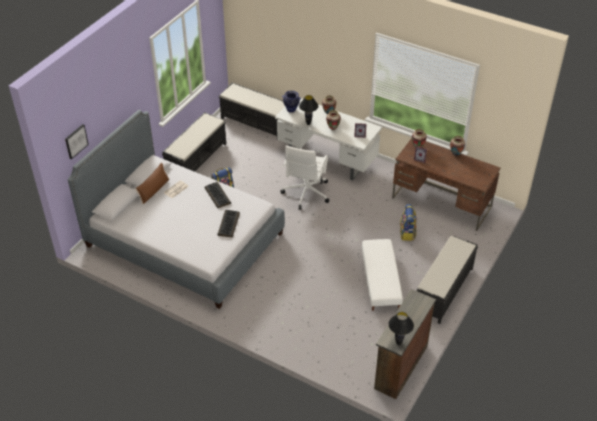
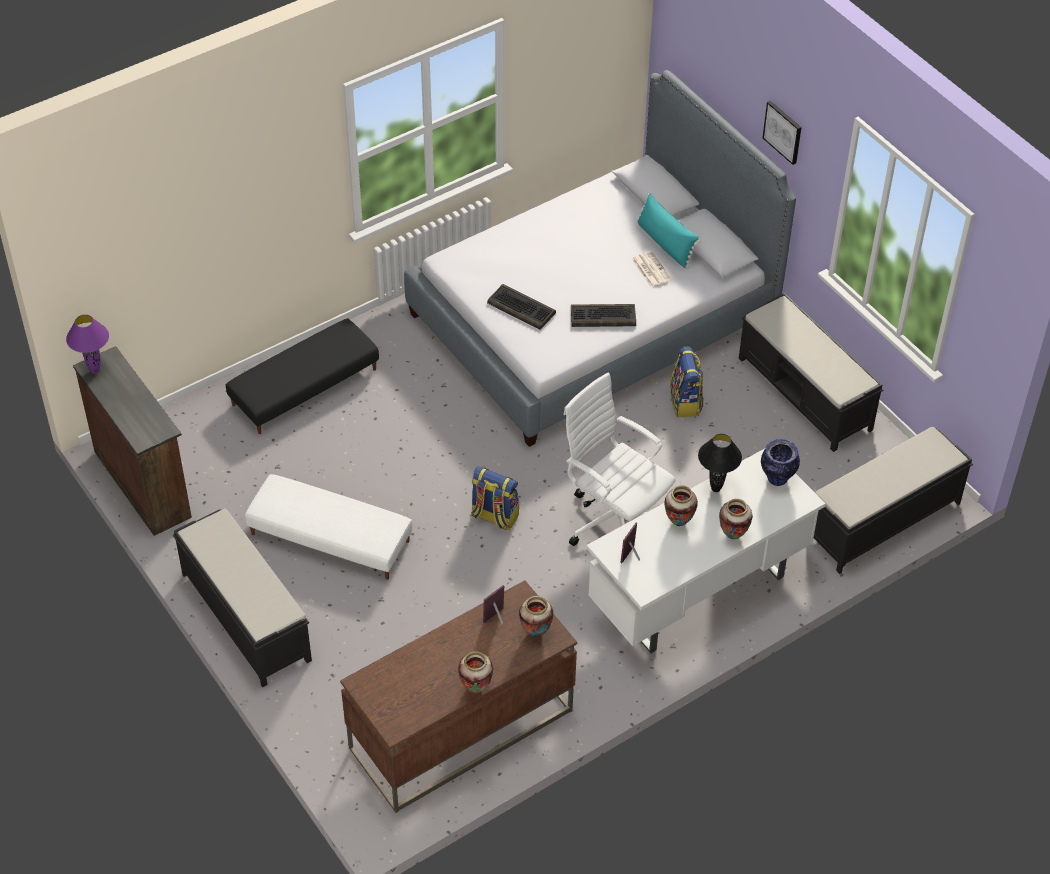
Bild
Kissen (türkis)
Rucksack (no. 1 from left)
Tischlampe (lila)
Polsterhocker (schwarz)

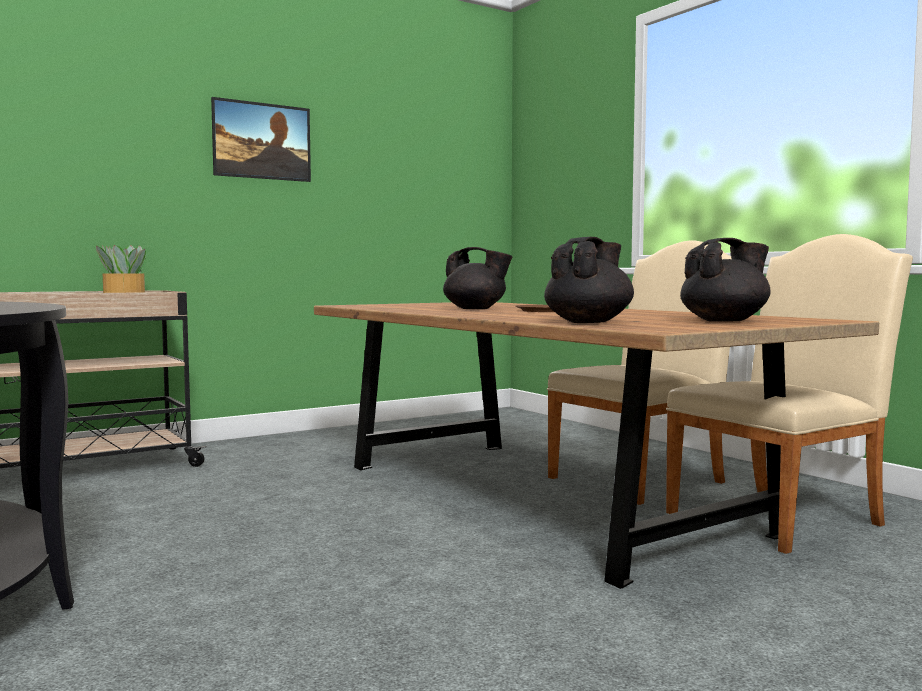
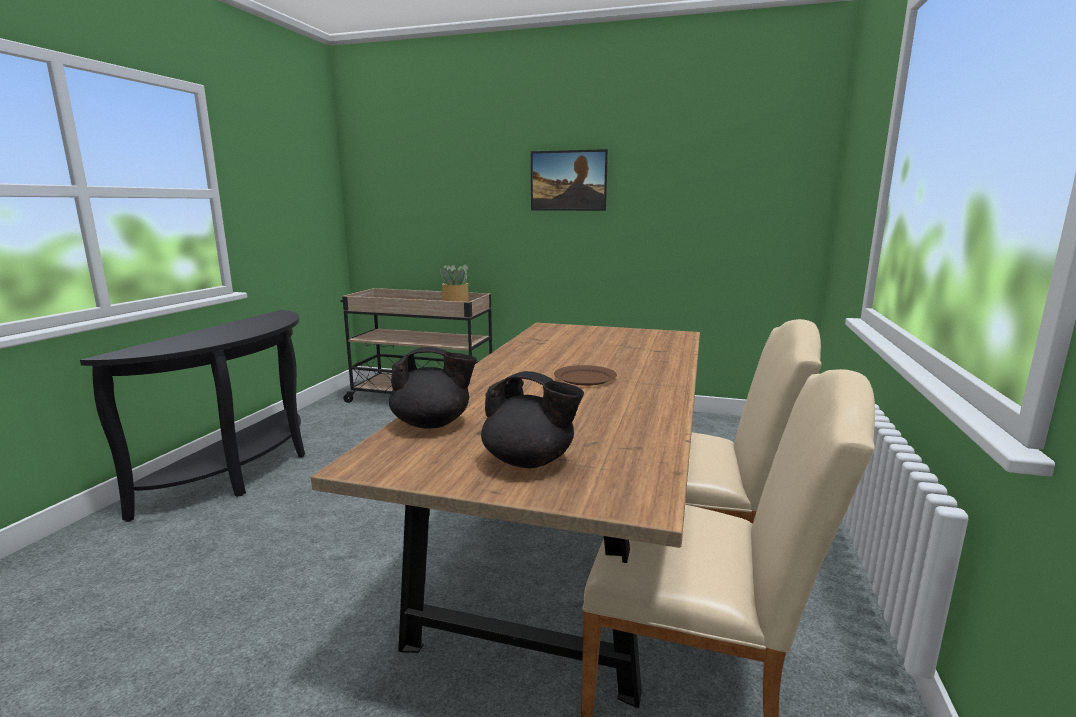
Teekanne (schwarz) (no. 1 from left in the first image)

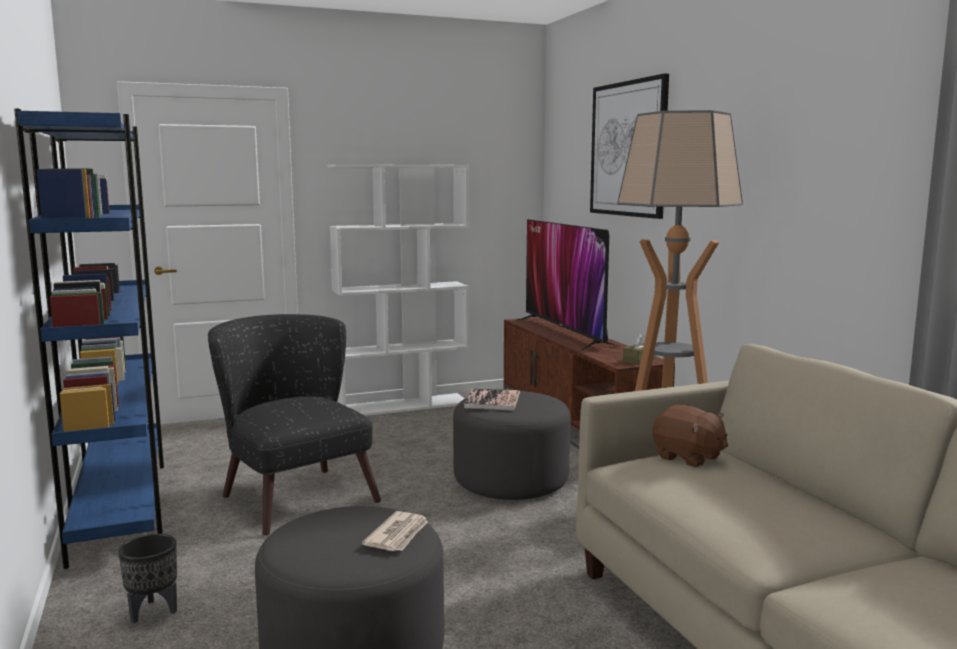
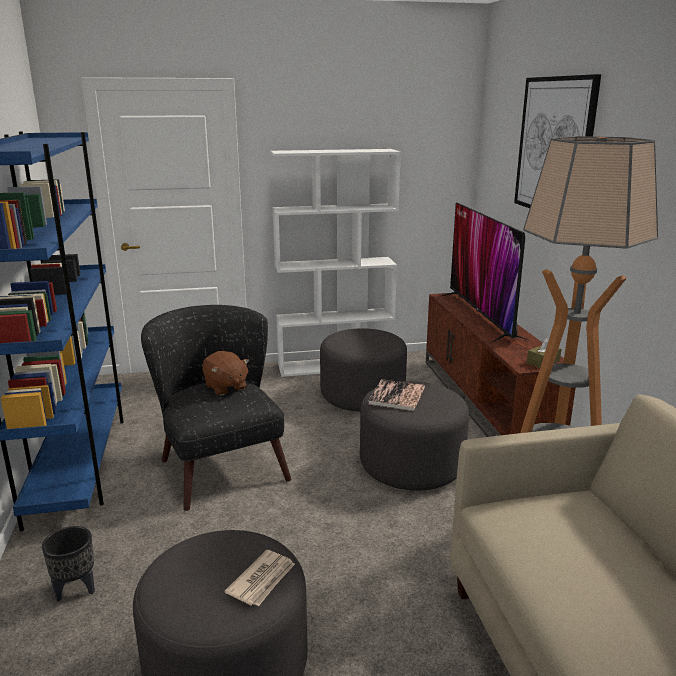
Plüschtier (braun)
Polsterhocker (grau) (no. 2 from left)

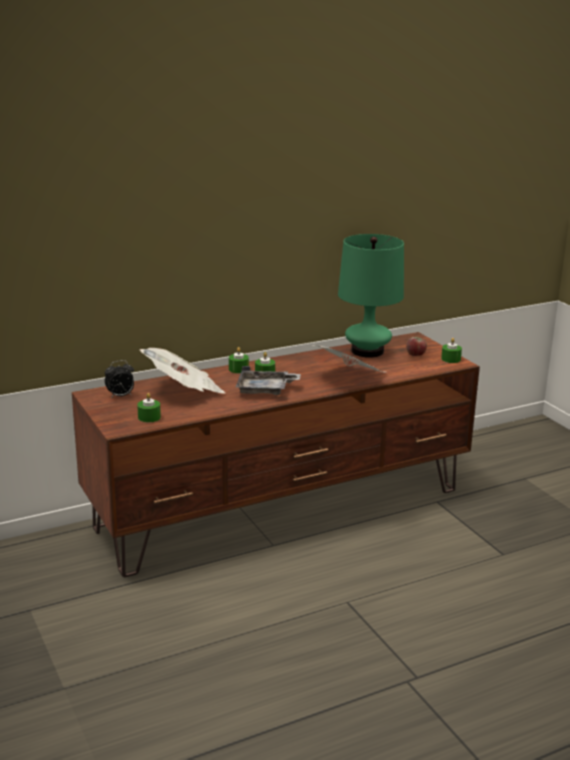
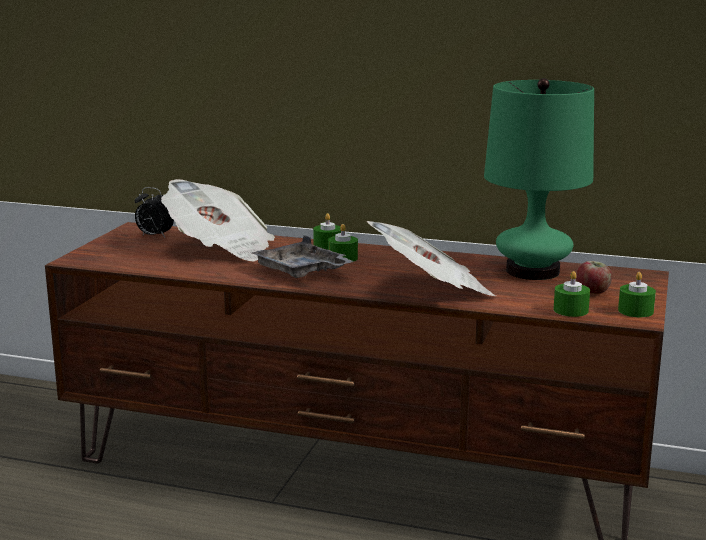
Kerze (grün) (no. 3 from left)

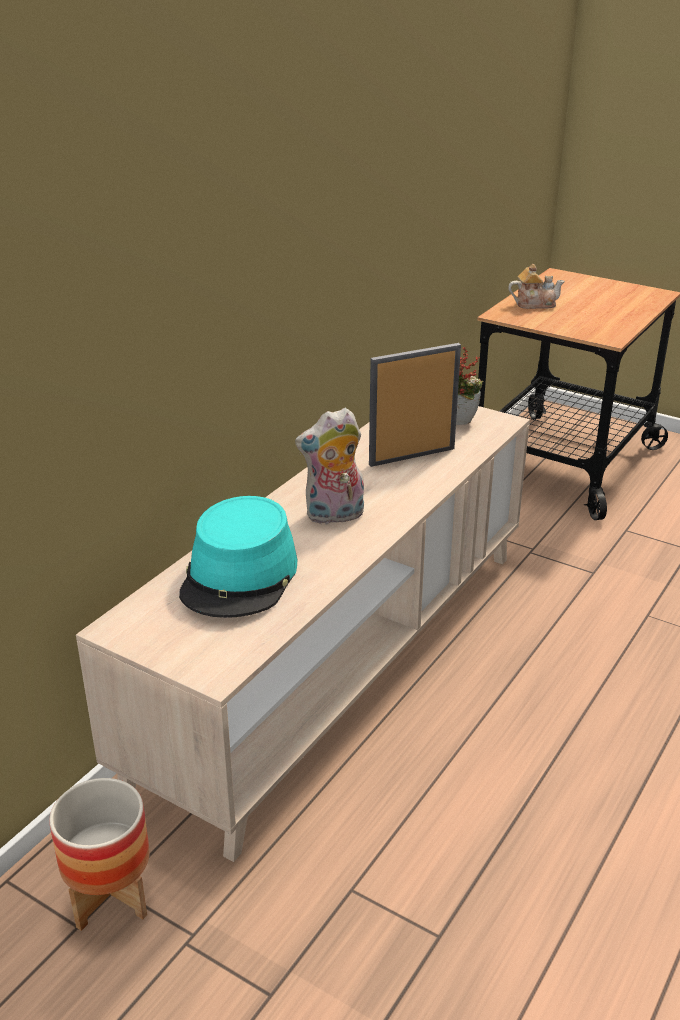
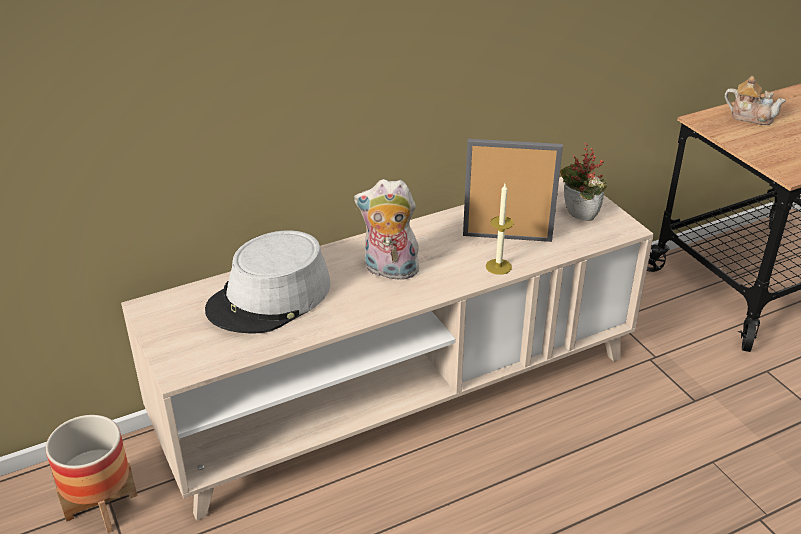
Hut (grau)
Kerze

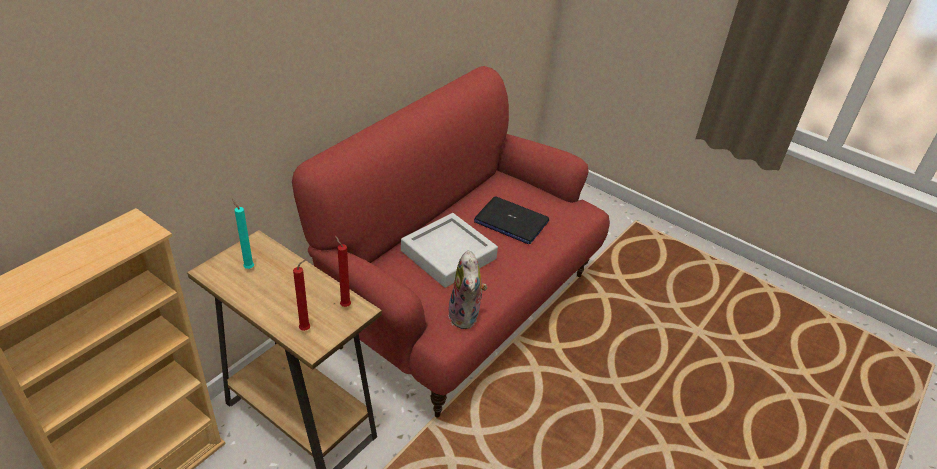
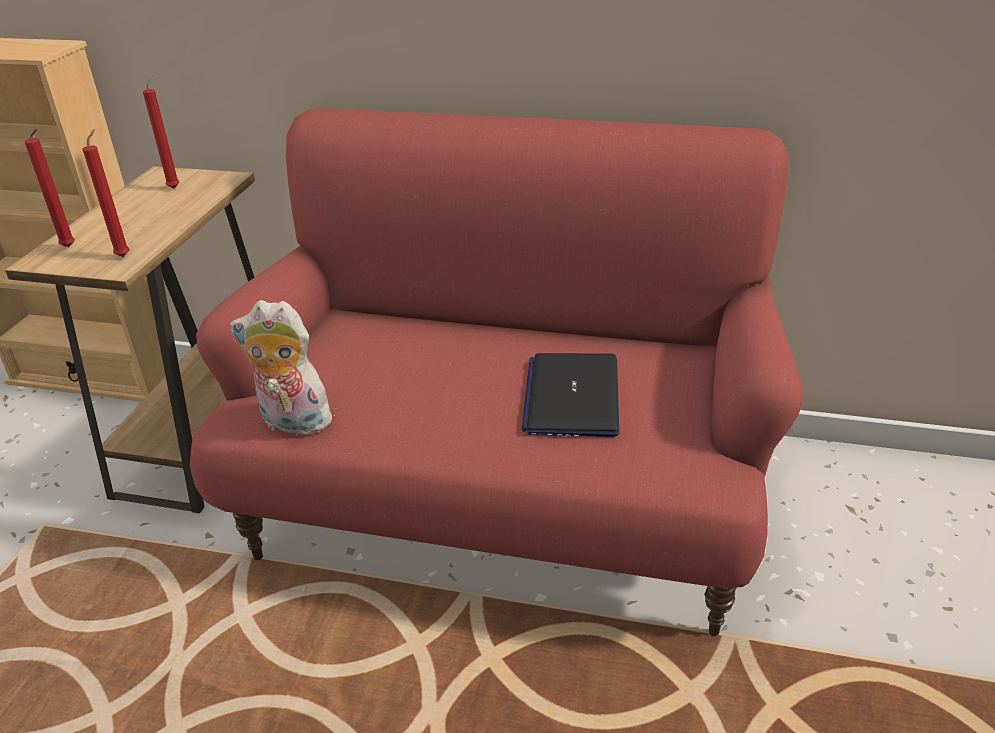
Kerze (rot) (no. 3 from left)
Tablett (grau)
Plüschtier

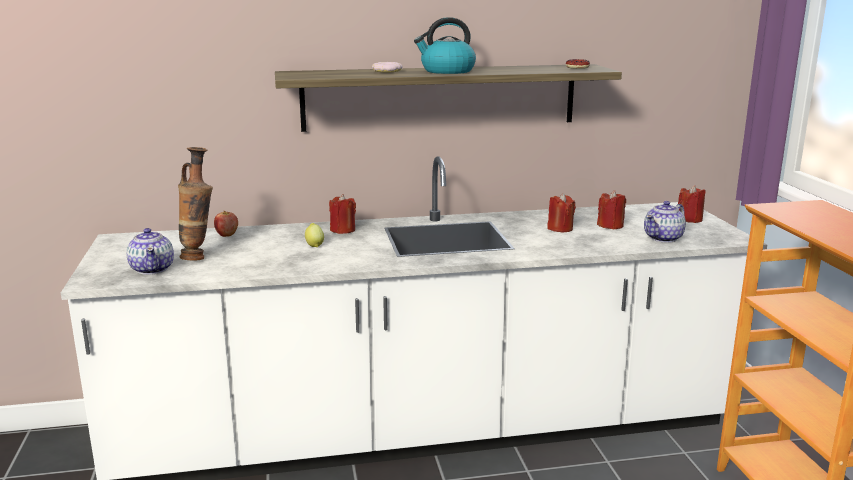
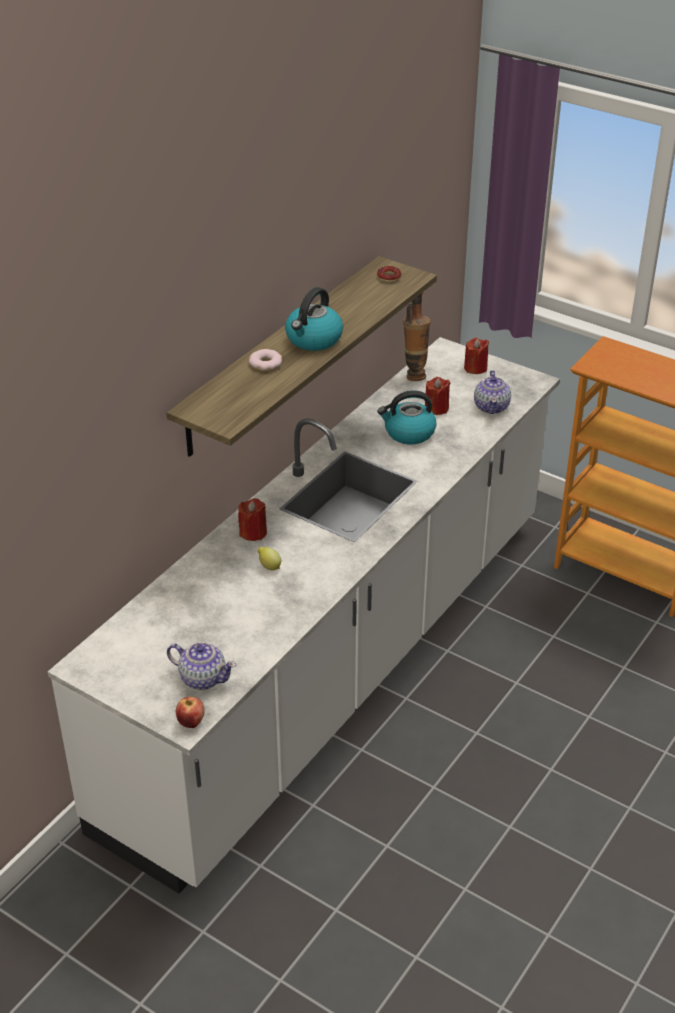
Vase
Wasserkessel (no. 2 from left)
Apfel

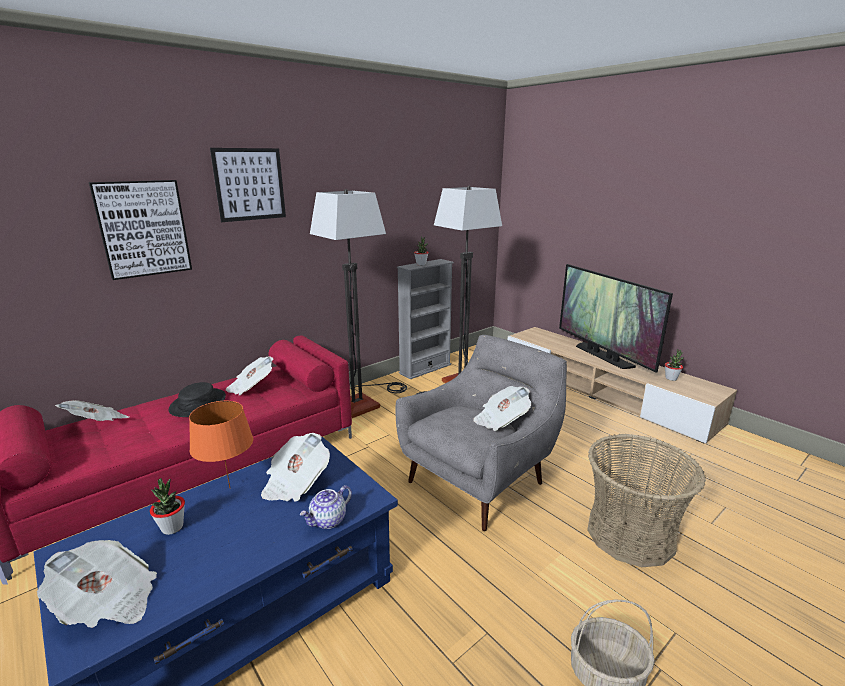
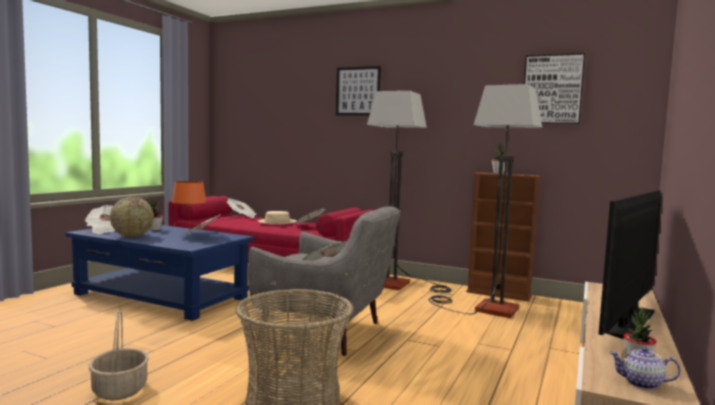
Bild (no. 2 from left)
Bücherregal (braun)
Hut (beige)
Teekanne
Globus

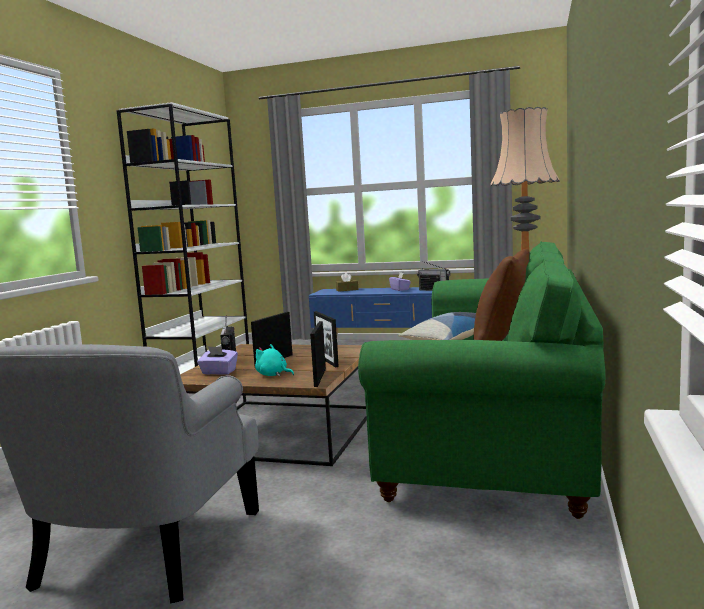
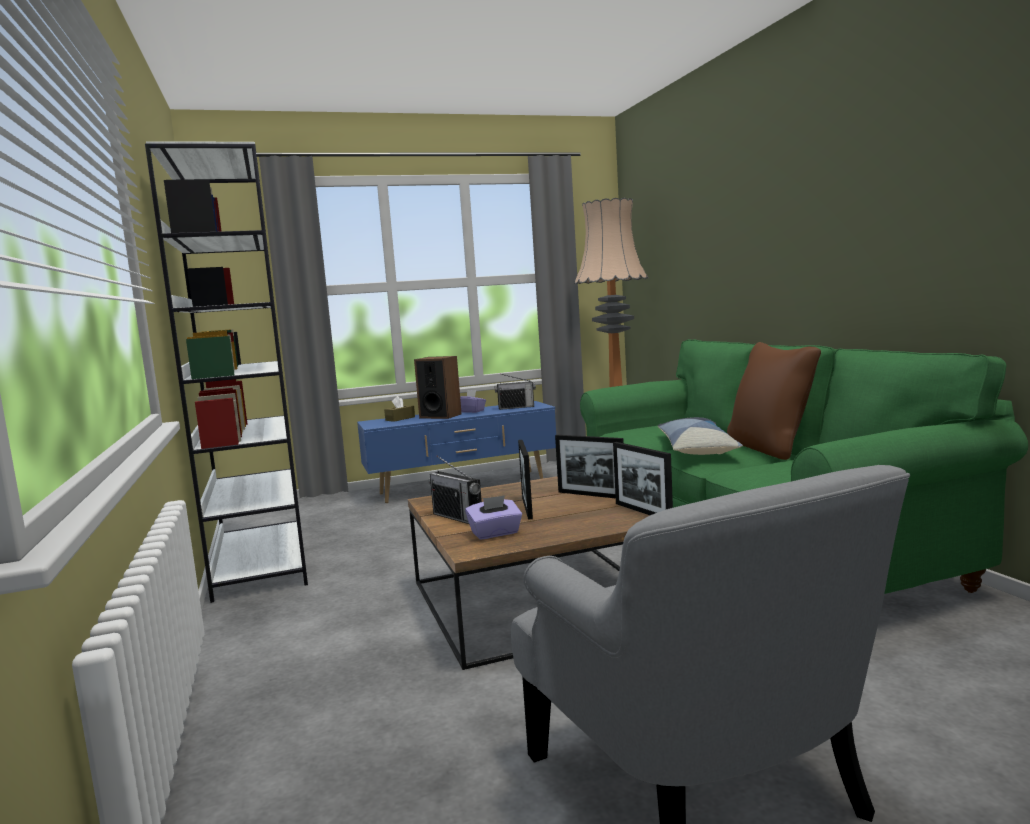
Plüschtier (türkis)
Lautsprecher

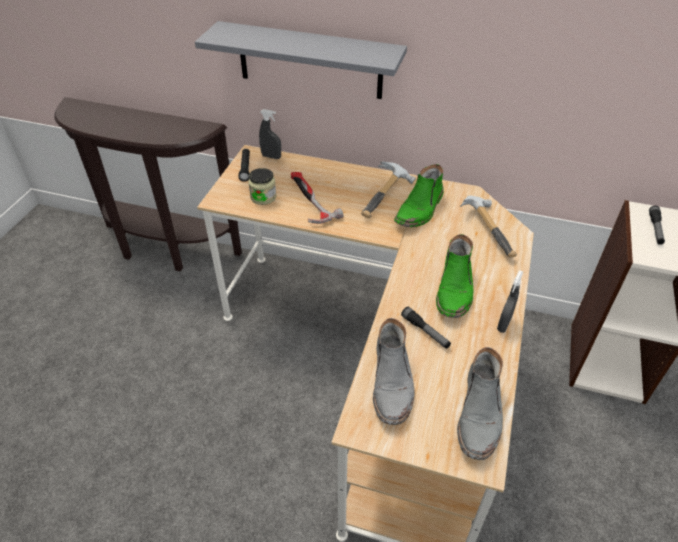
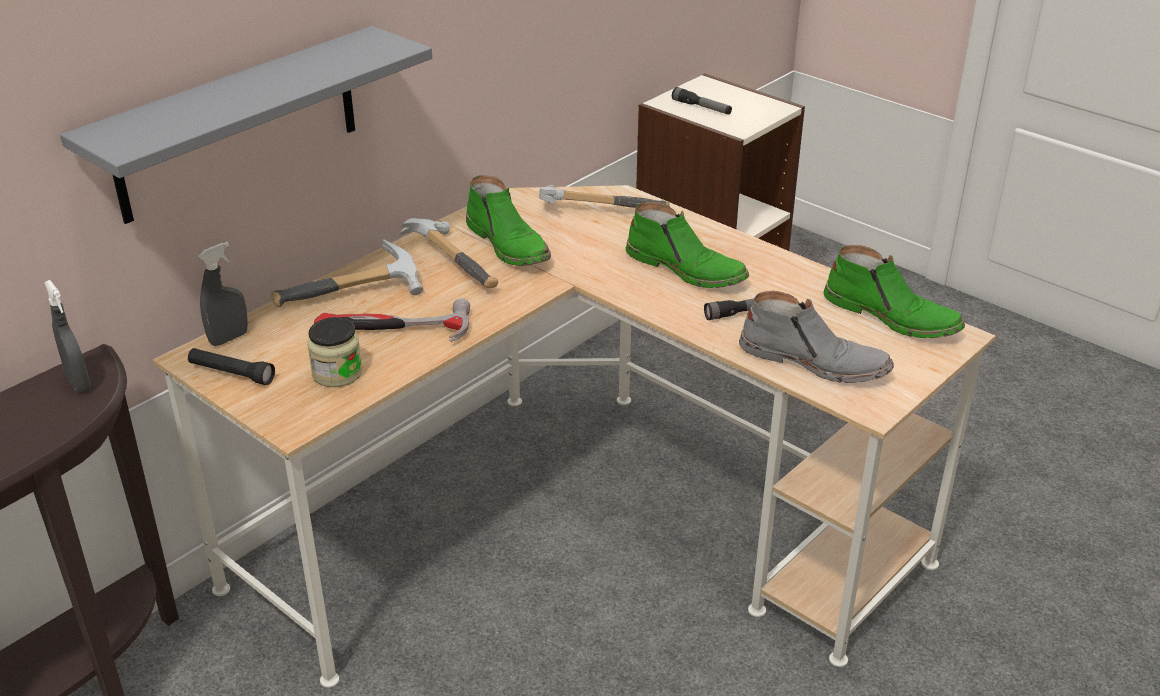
Sprühflasche (grau) (no. 1 from left)
Stiefel (grün) (no. 3 from left)
Hammer (no. 1 from left)

